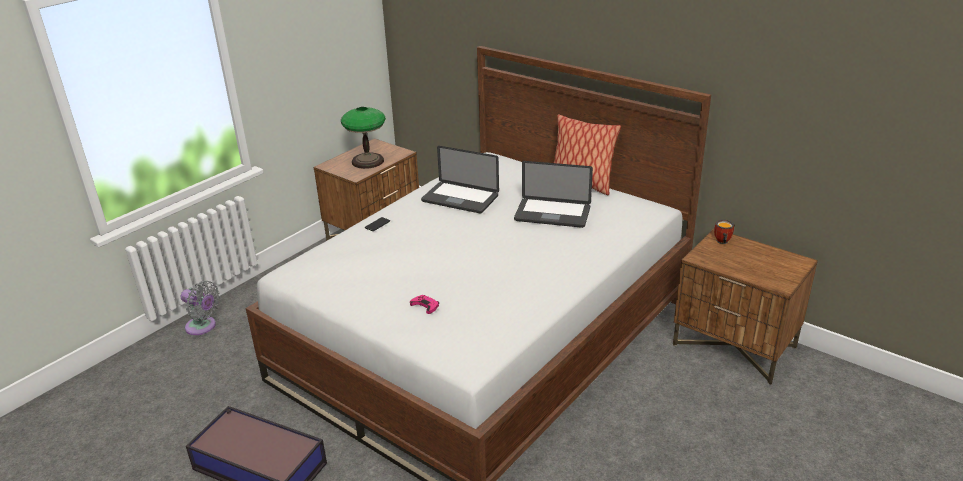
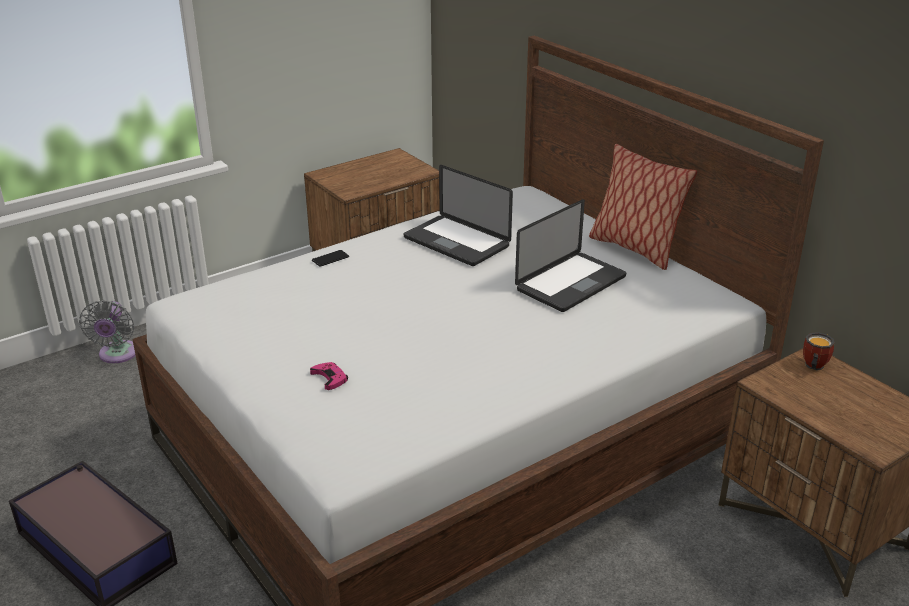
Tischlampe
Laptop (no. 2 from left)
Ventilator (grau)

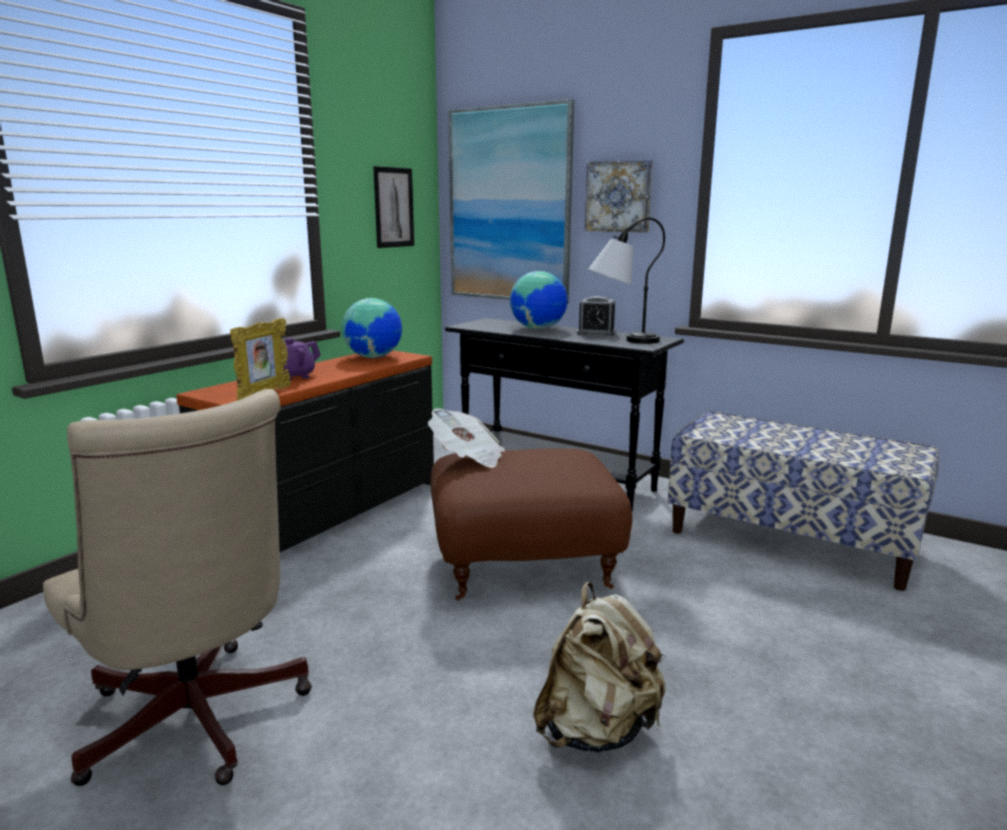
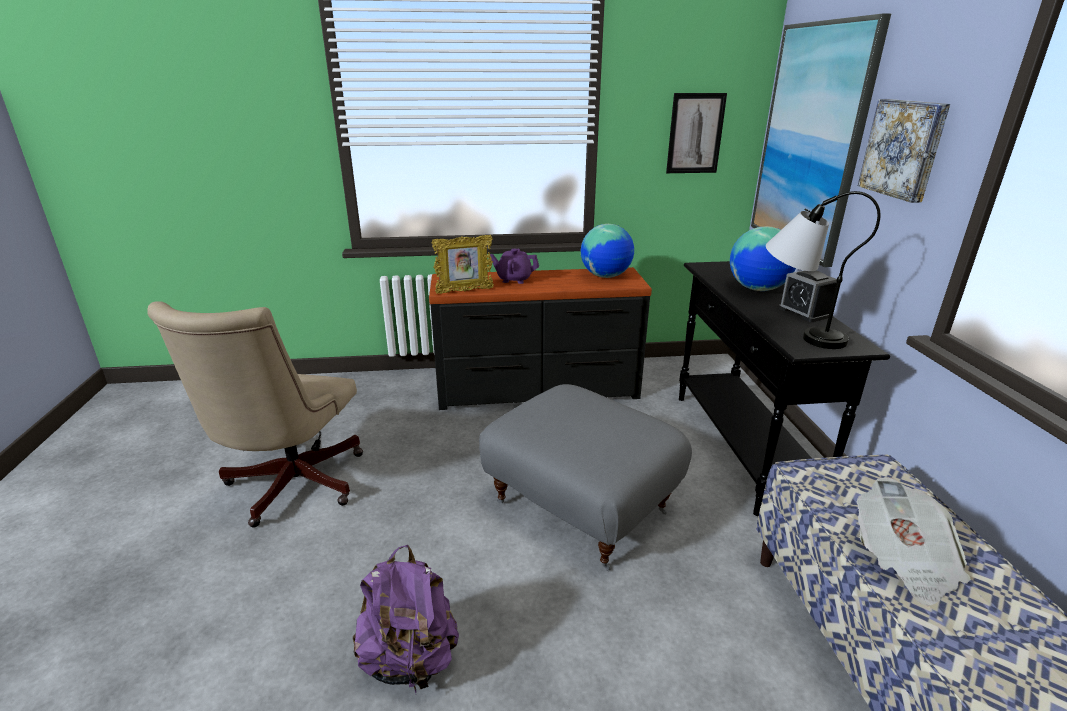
Zeitung
Polsterhocker (grau)
Rucksack (lila)

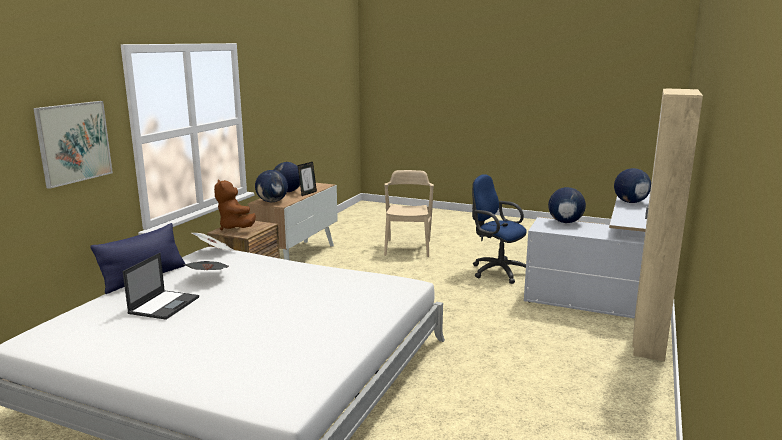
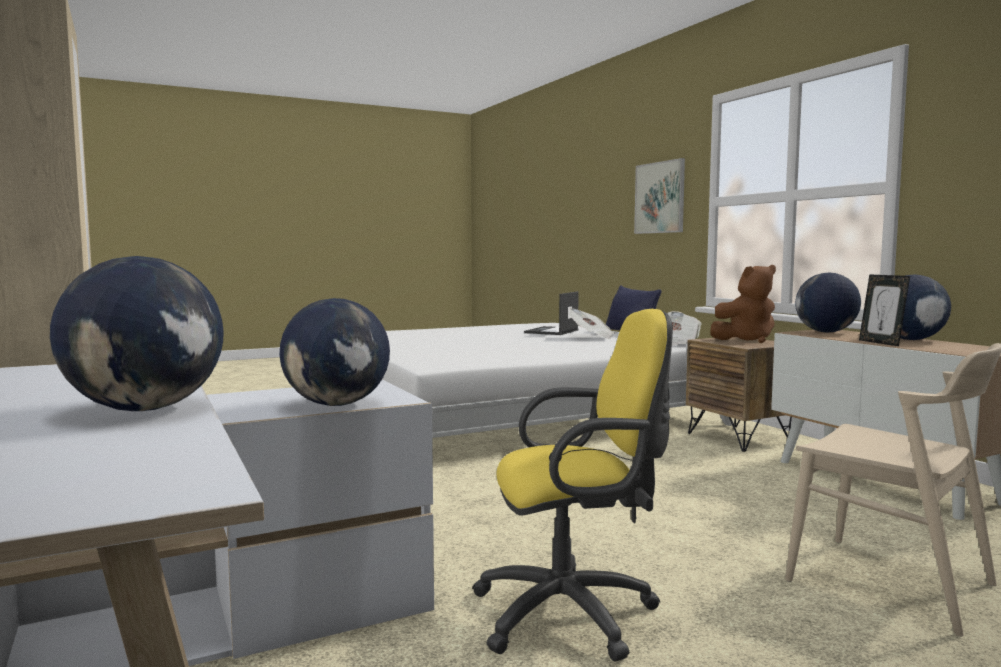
Bürostuhl (gelb)
Plüschtier (braun)
Laptop

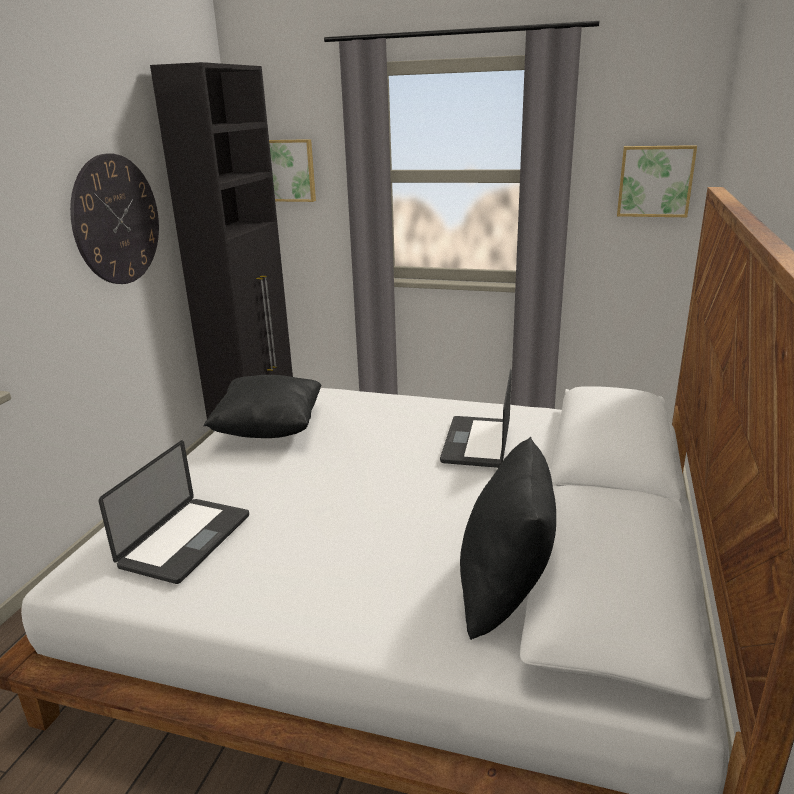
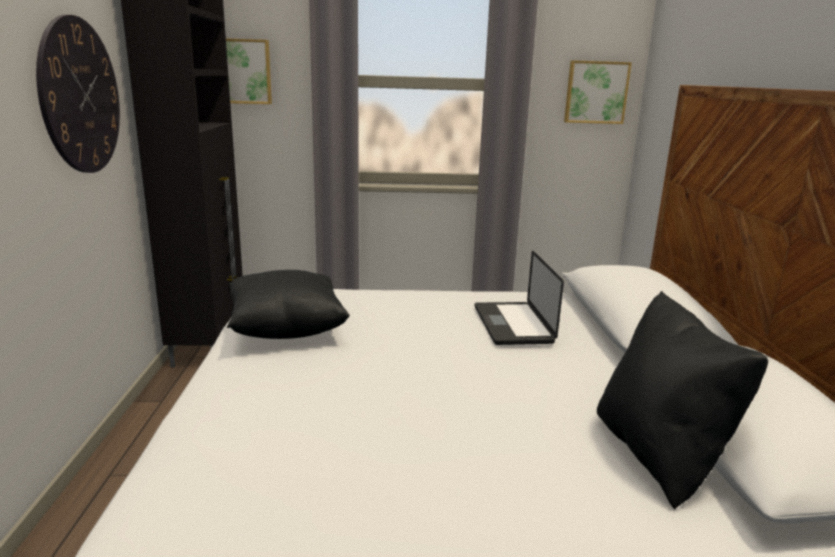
Laptop (no. 1 from left in the first image)

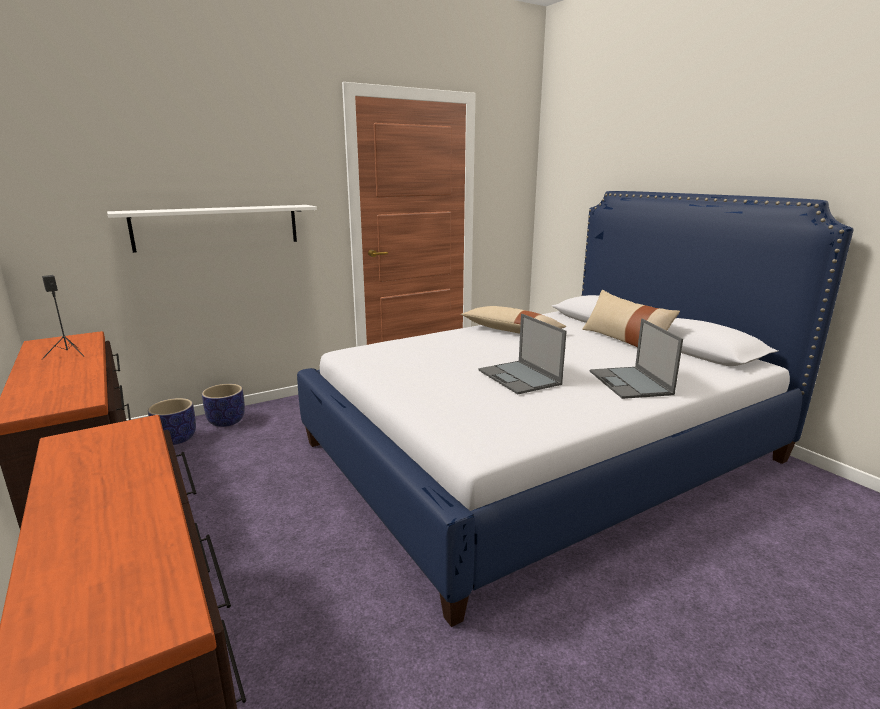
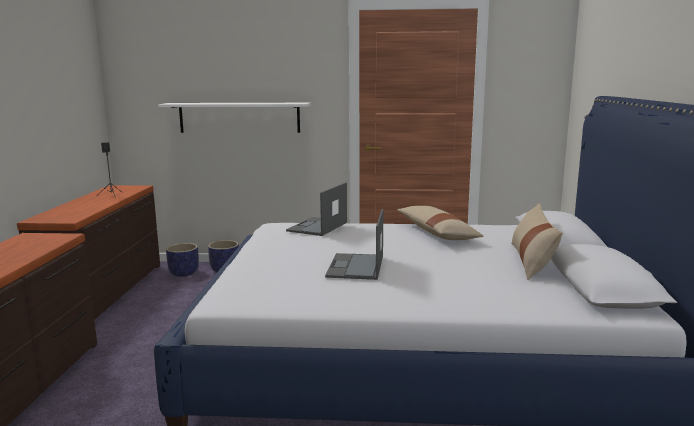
Laptop (no. 1 from left)

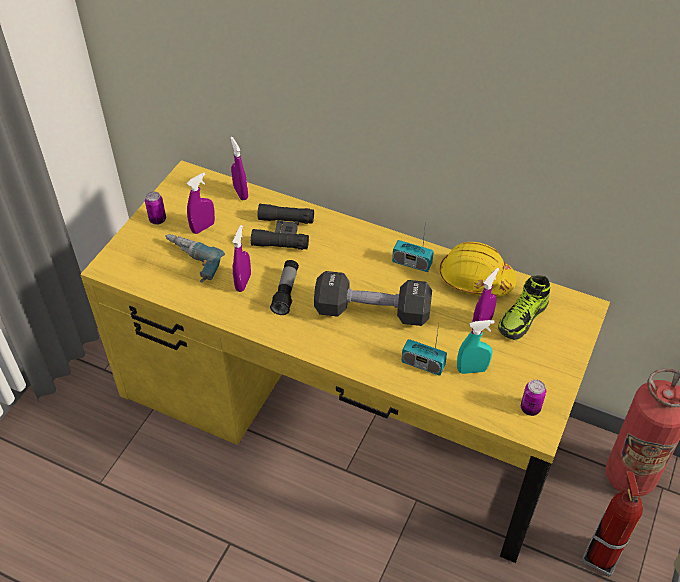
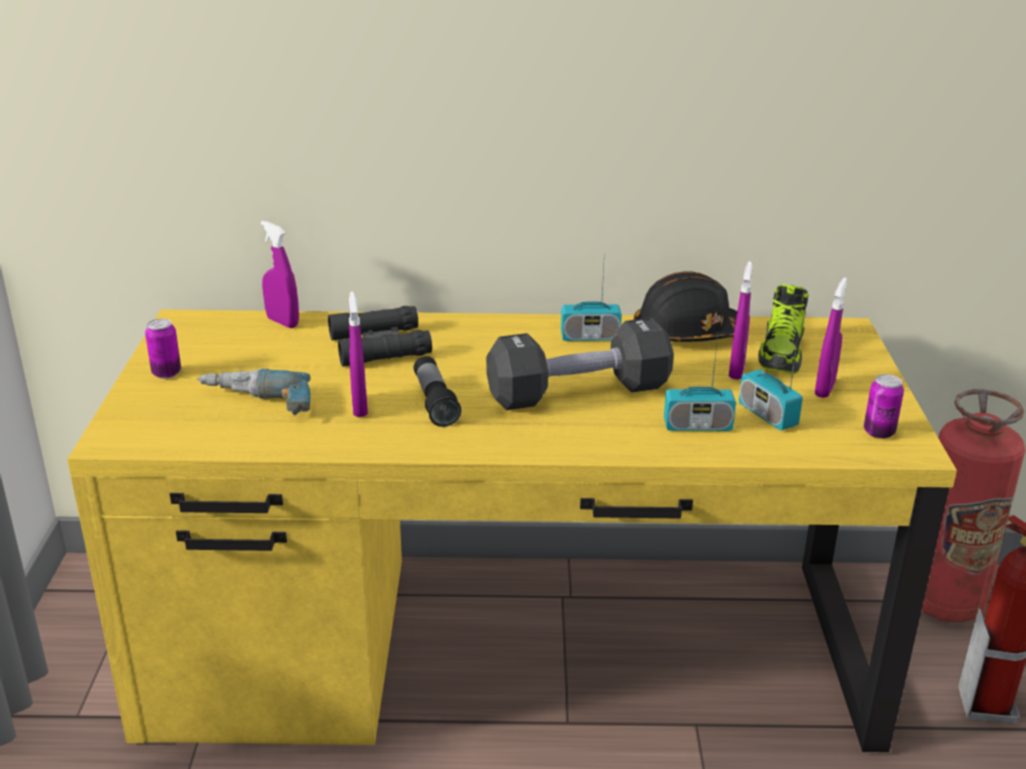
Sprühflasche (lila) (no. 4 from left)
Schutzhelm (schwarz)
Radio (no. 3 from left)

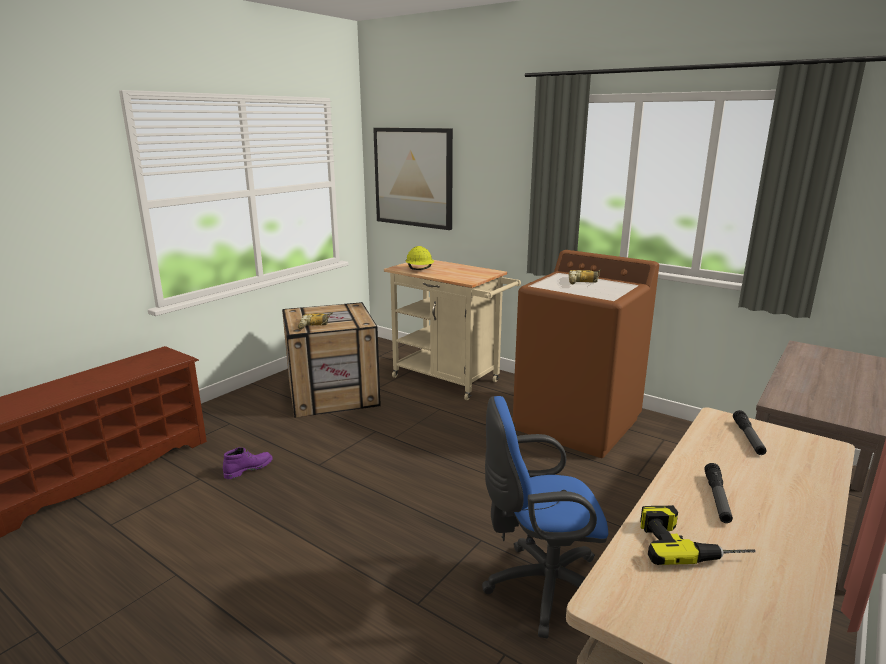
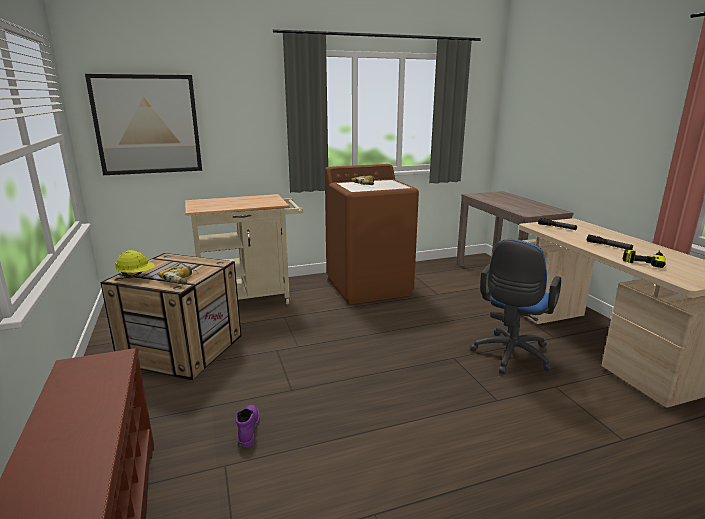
Schutzhelm (gelb)

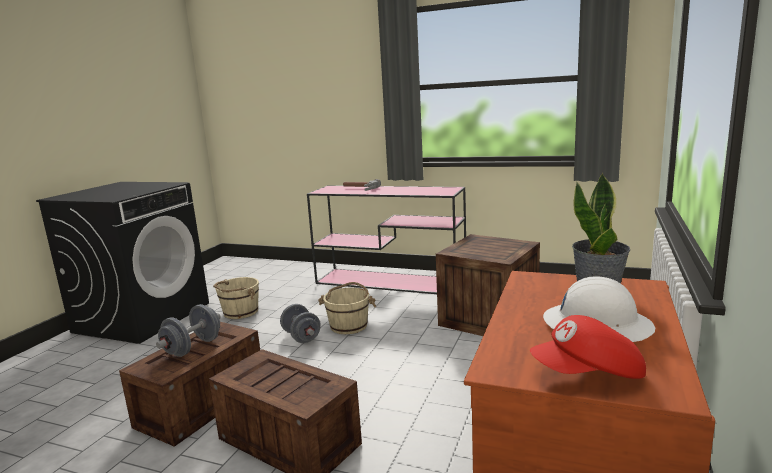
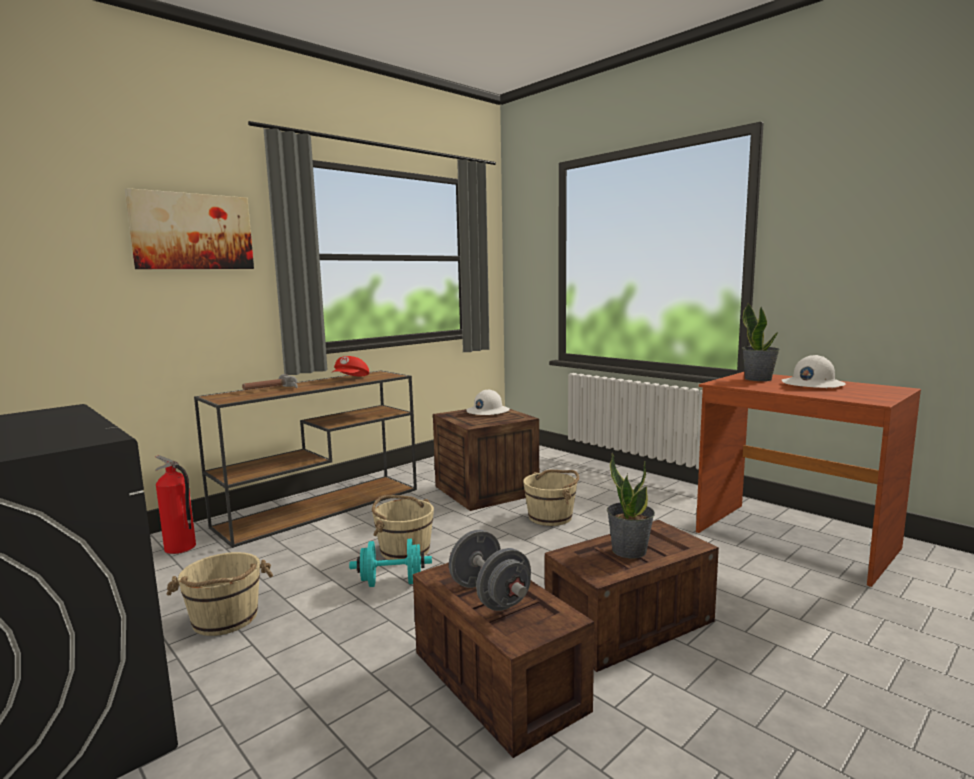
Konsolentisch (braun)
Hantel (türkis)
Kappe (rot)
Bild
Schutzhelm (weiß) (no. 1 from left)
Topfpflanze (no. 1 from left)
Feuerlöscher
Eimer (beige) (no. 3 from left)

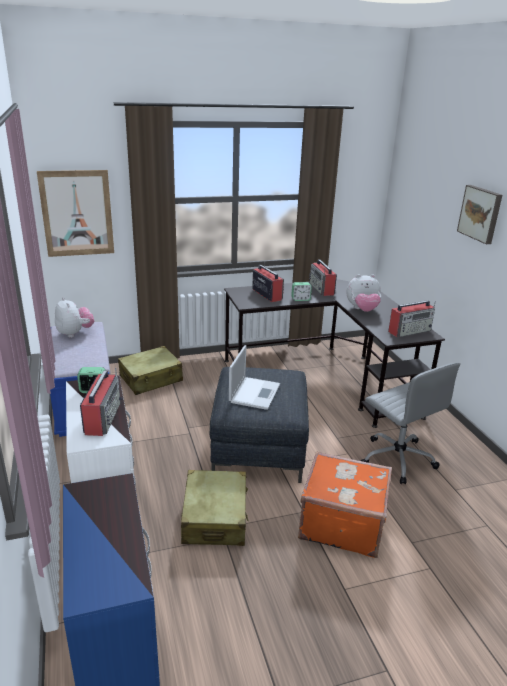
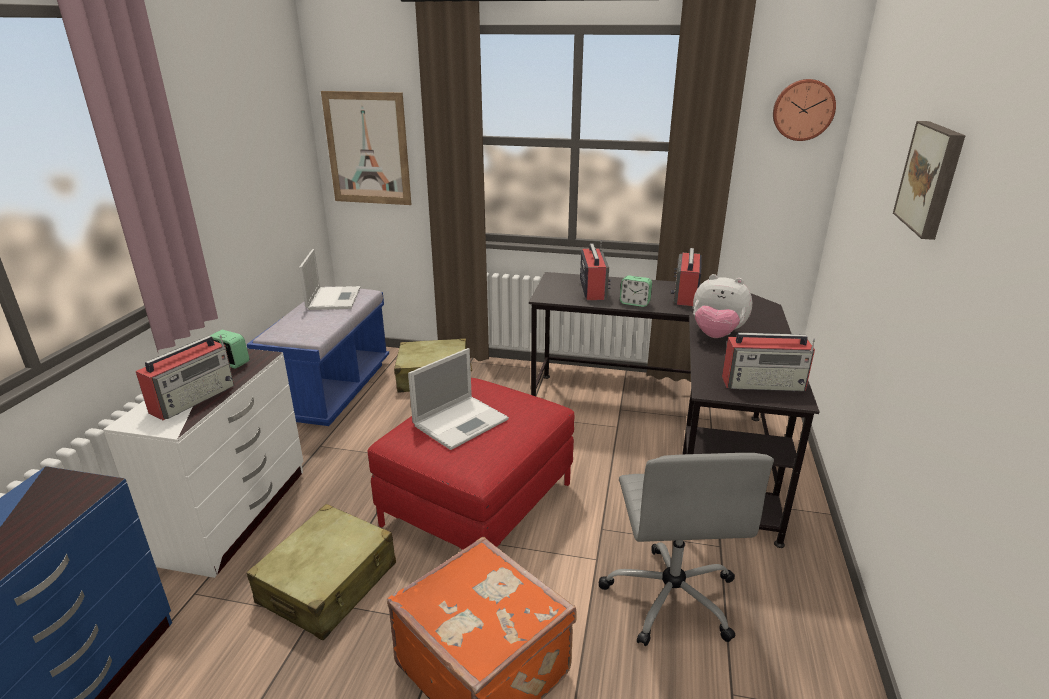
Laptop (no. 1 from left)
Polsterhocker (rot)
Wanduhr

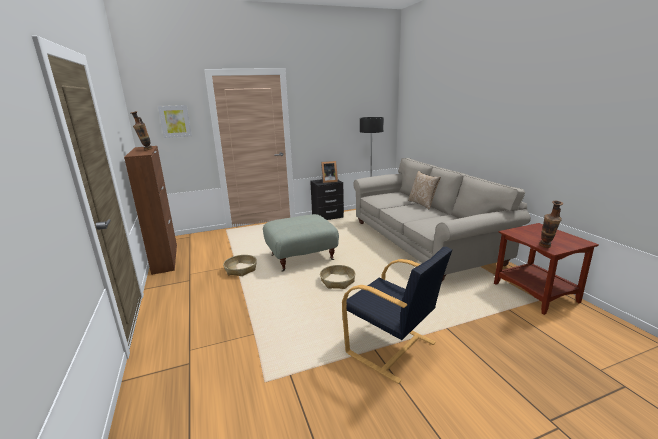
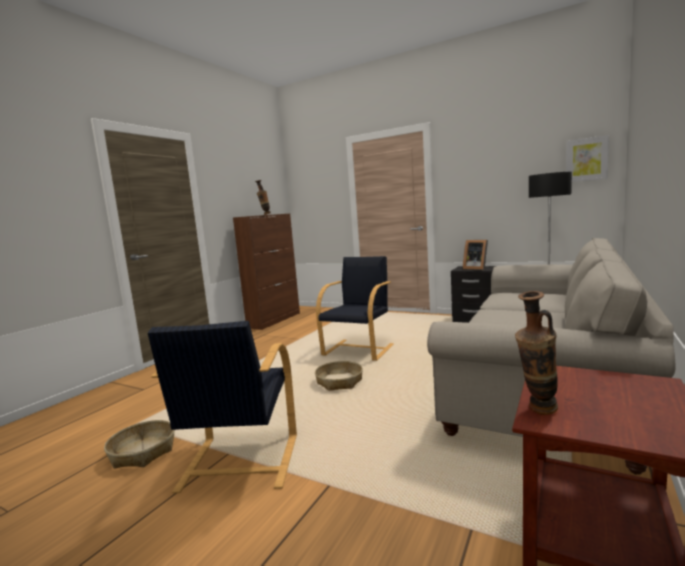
Bild
Kissen
Sessel (schwarz) (no. 2 from left)
Korb (no. 1 from left)

